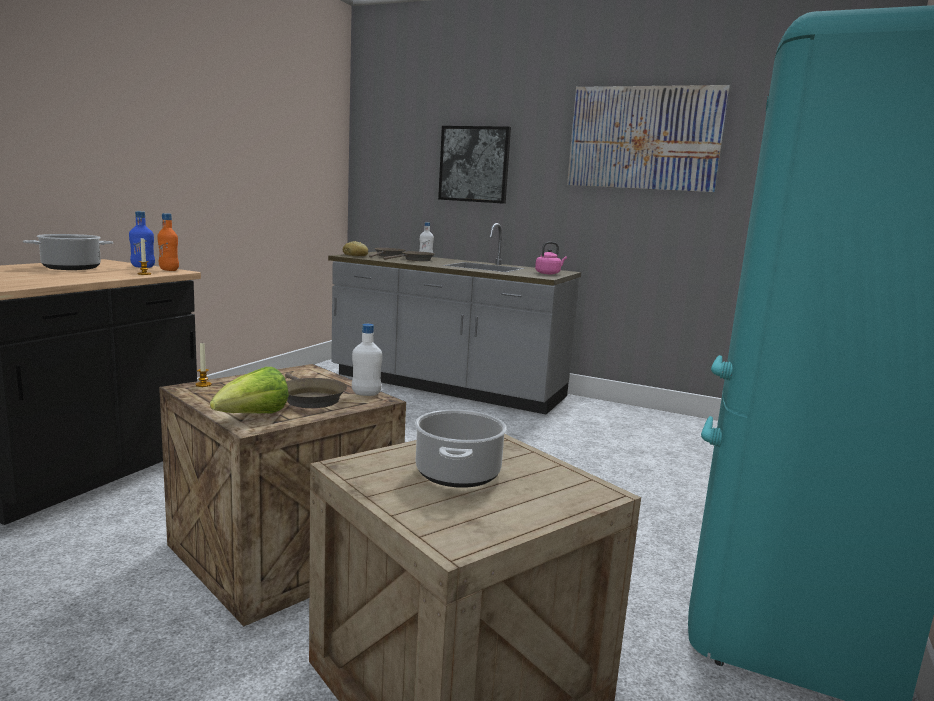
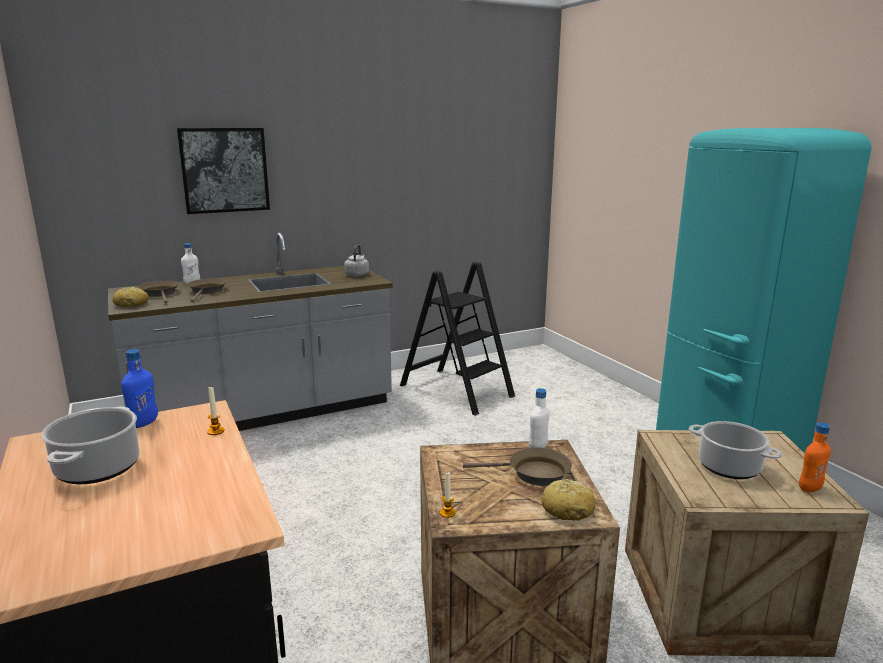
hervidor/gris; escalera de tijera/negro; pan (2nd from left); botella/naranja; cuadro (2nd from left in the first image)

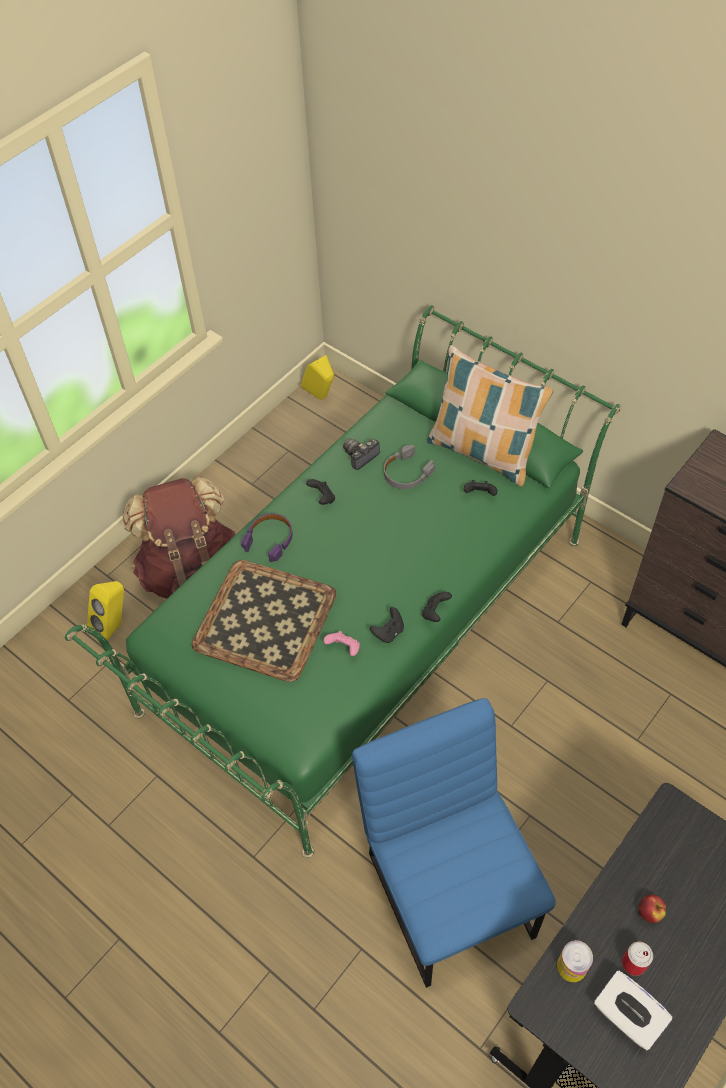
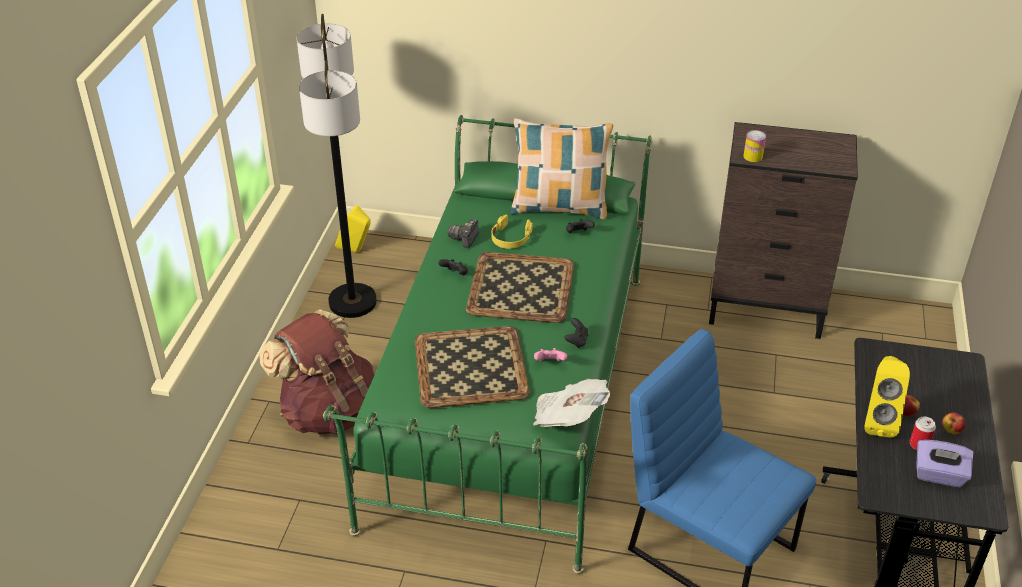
lámpara de pie; bandeja (2nd from left); auriculares/amarillo; periódico; lata (1st from left); altavoz/amarillo (2nd from left); caja de pañuelos/morado; manzana (2nd from left); auriculares/morado; mando de consola/negro (3rd from left in the first image)

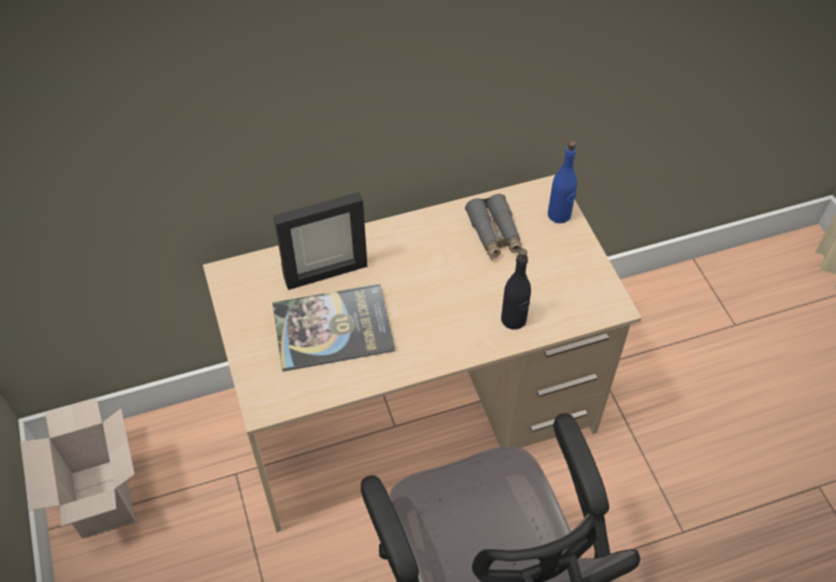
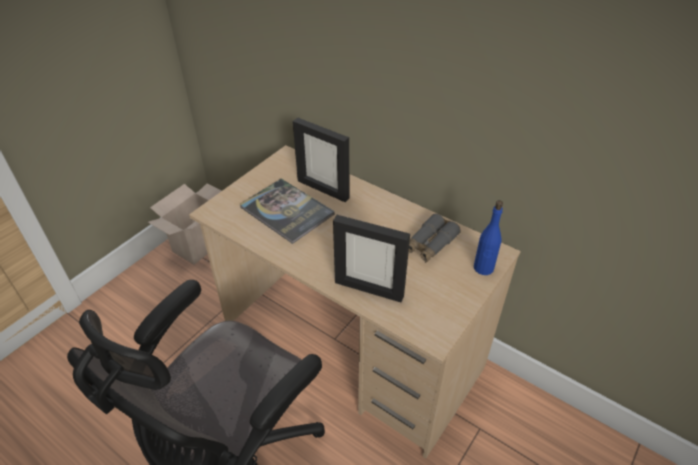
portarretratos (2nd from left)

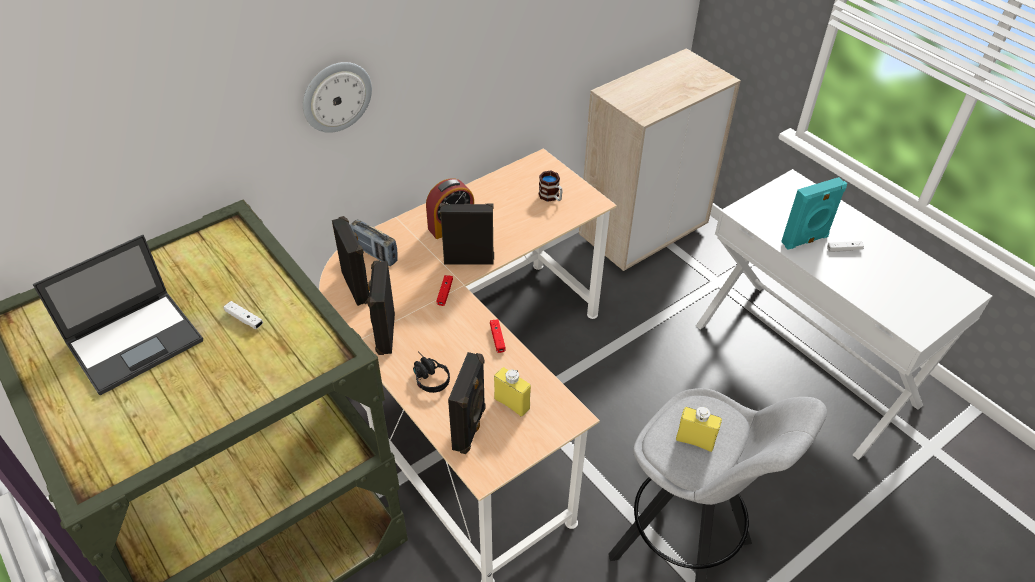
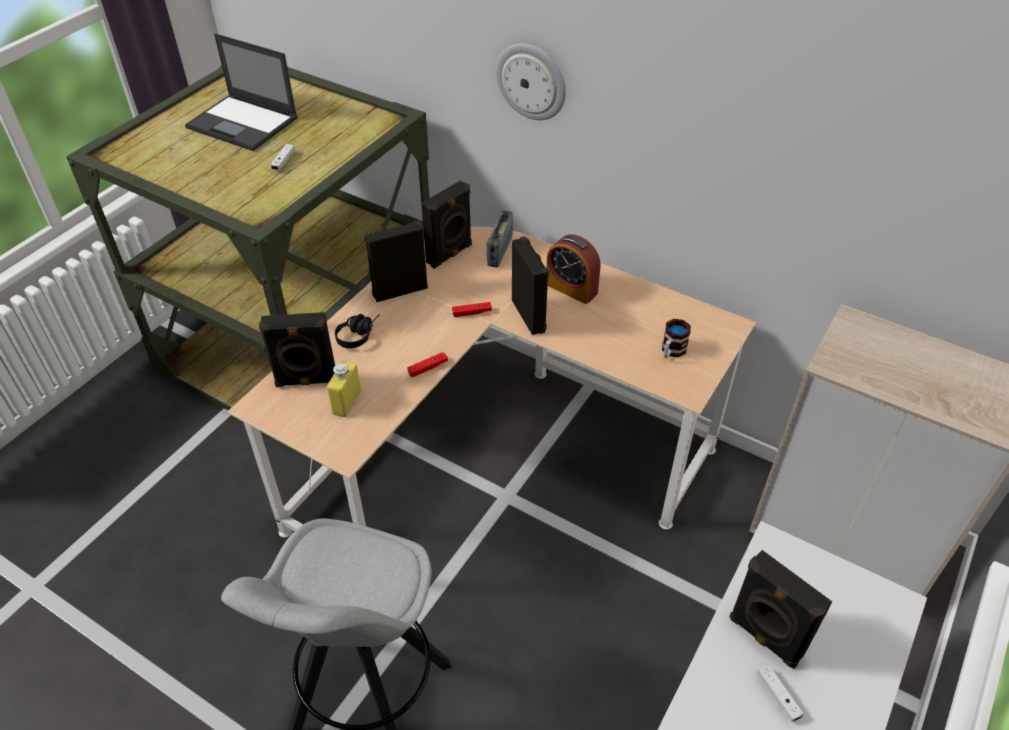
altavoz/negro (5th from left); botella/amarillo (2nd from left in the first image)

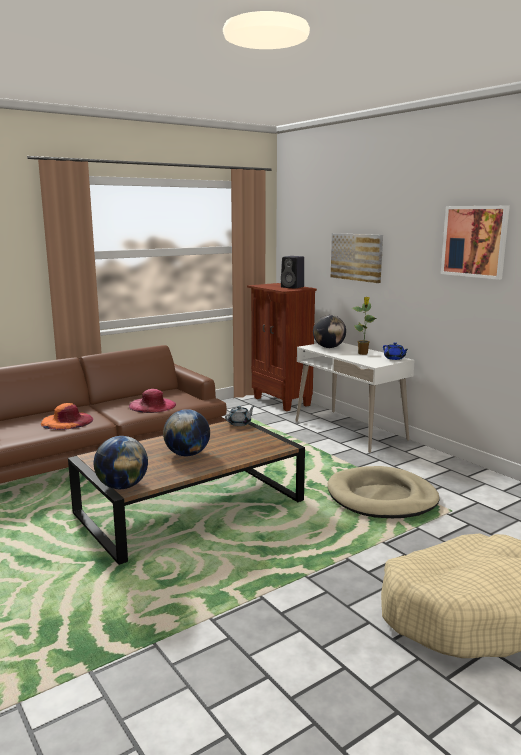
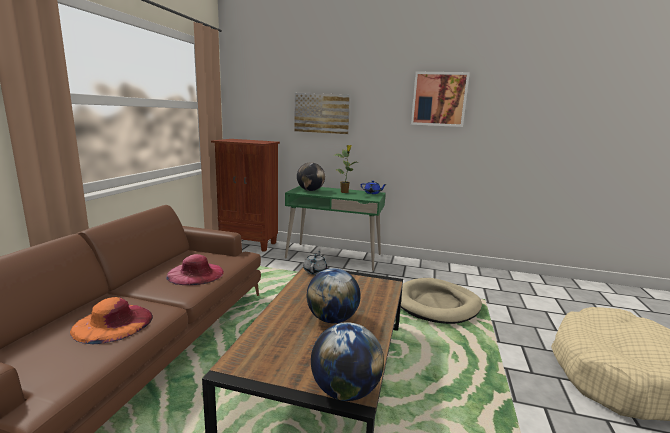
escritorio/verde; altavoz/negro

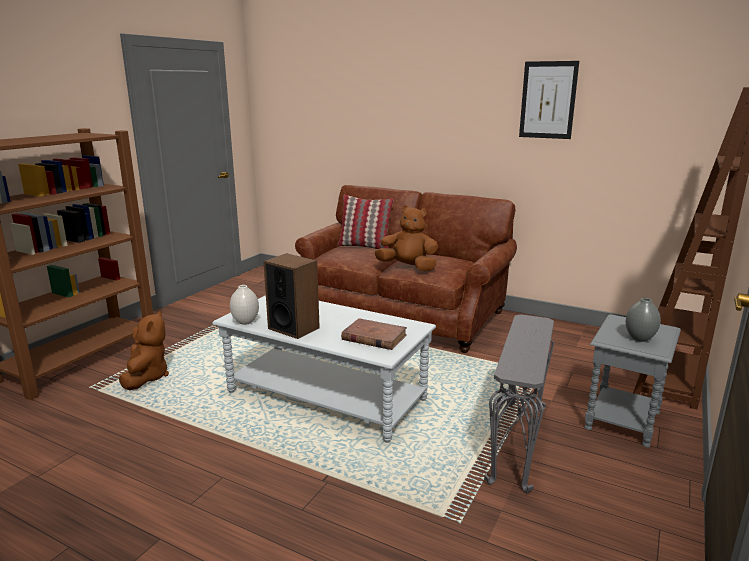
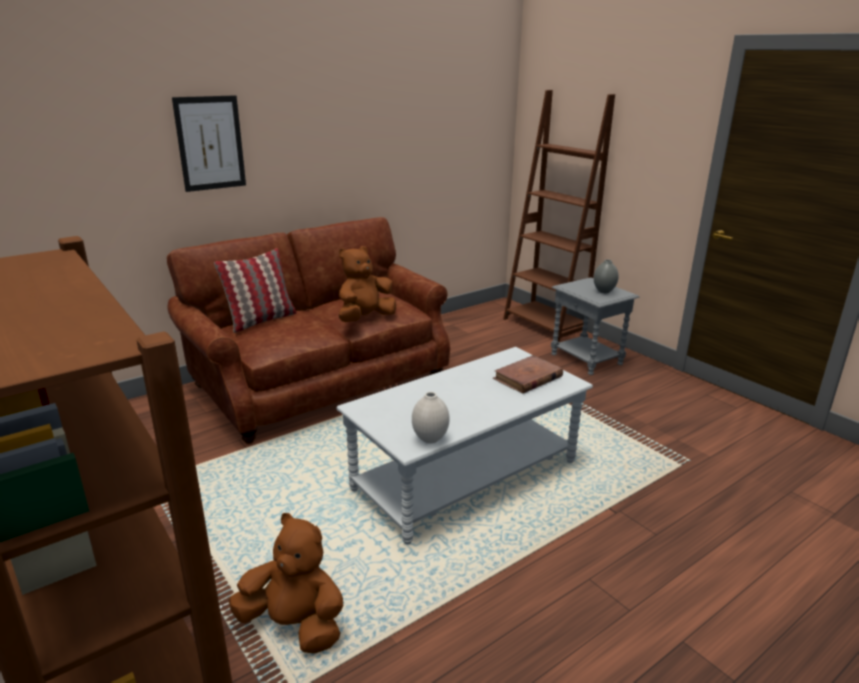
cuadro; altavoz; mesa auxiliar/gris (1st from left in the first image)

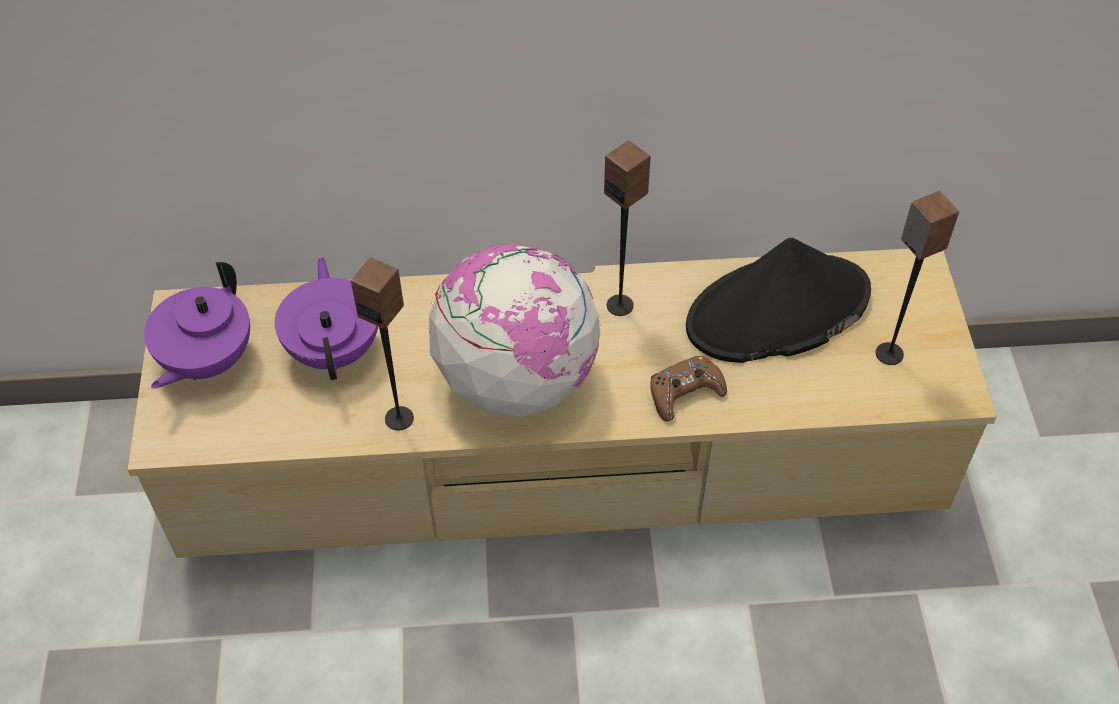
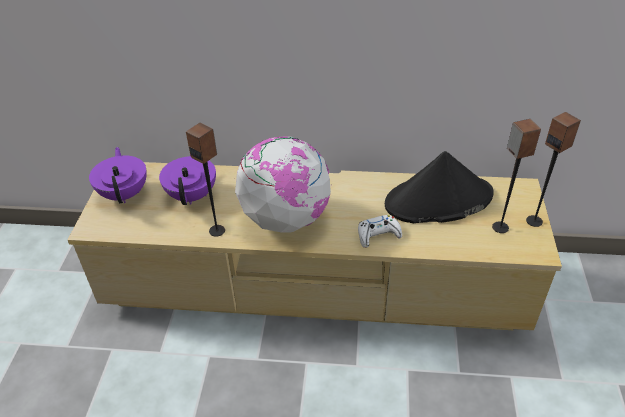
tetera/morado (1st from left); mando de consola/blanco; altavoz (3rd from left)

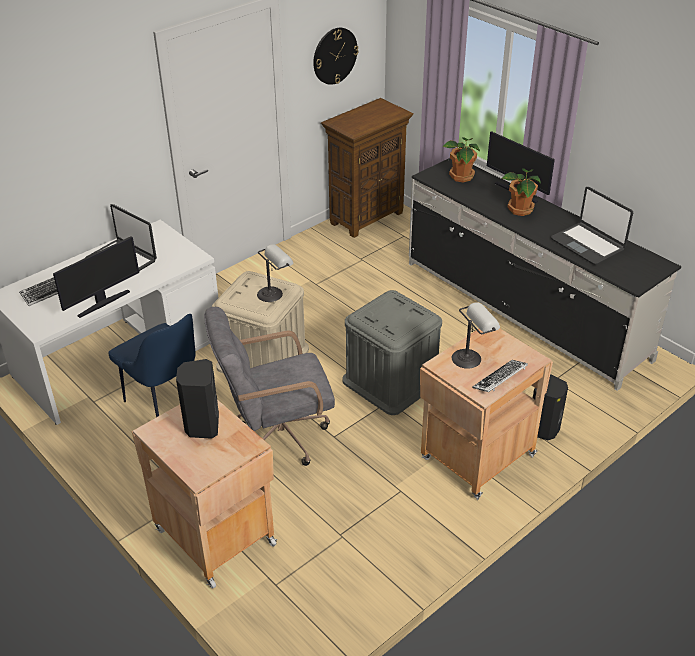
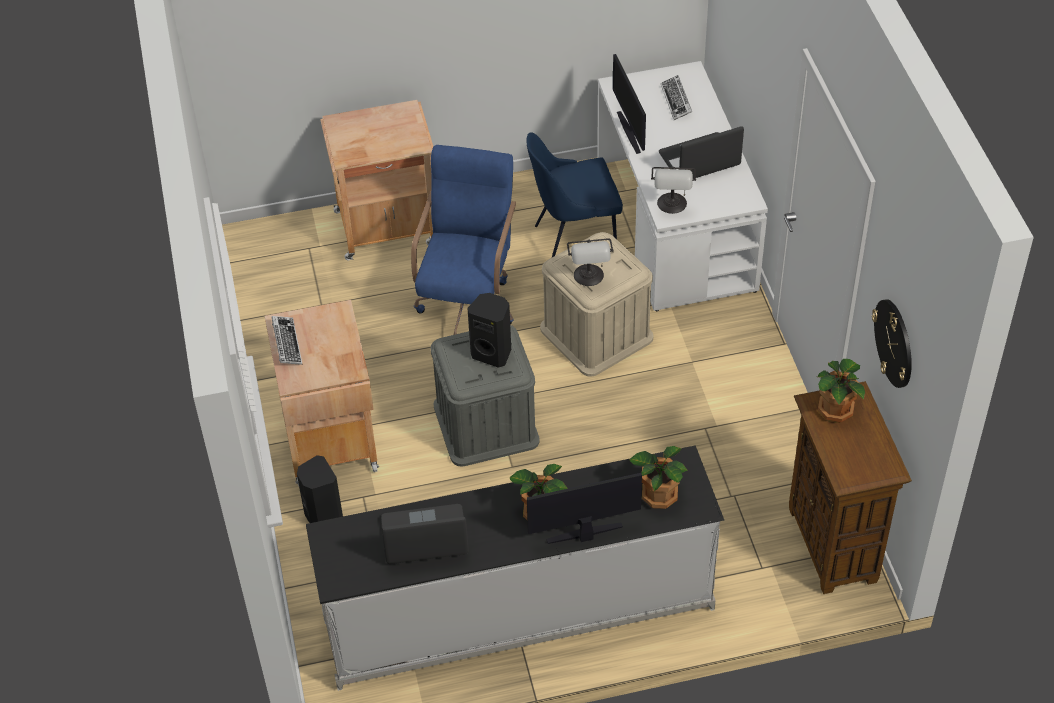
silla de oficina/azul; altavoz/negro (2nd from left); lámpara de mesa (2nd from left); planta en maceta (3rd from left)

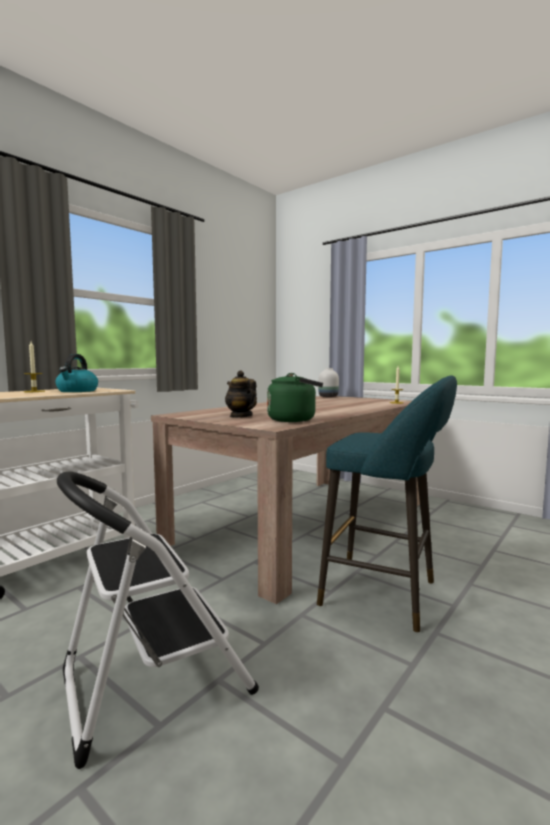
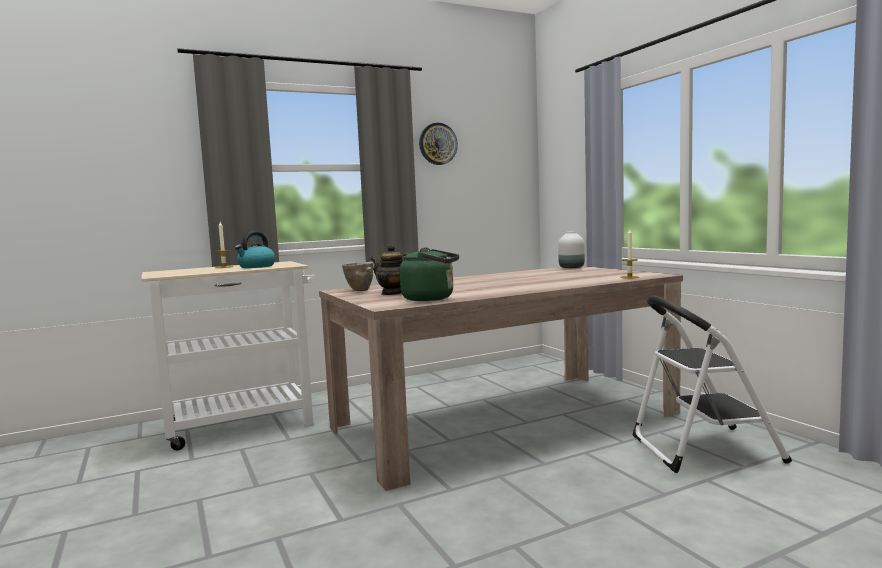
cuenco; tetera; reloj de pared; escalera de tijera; taburete/turquesa

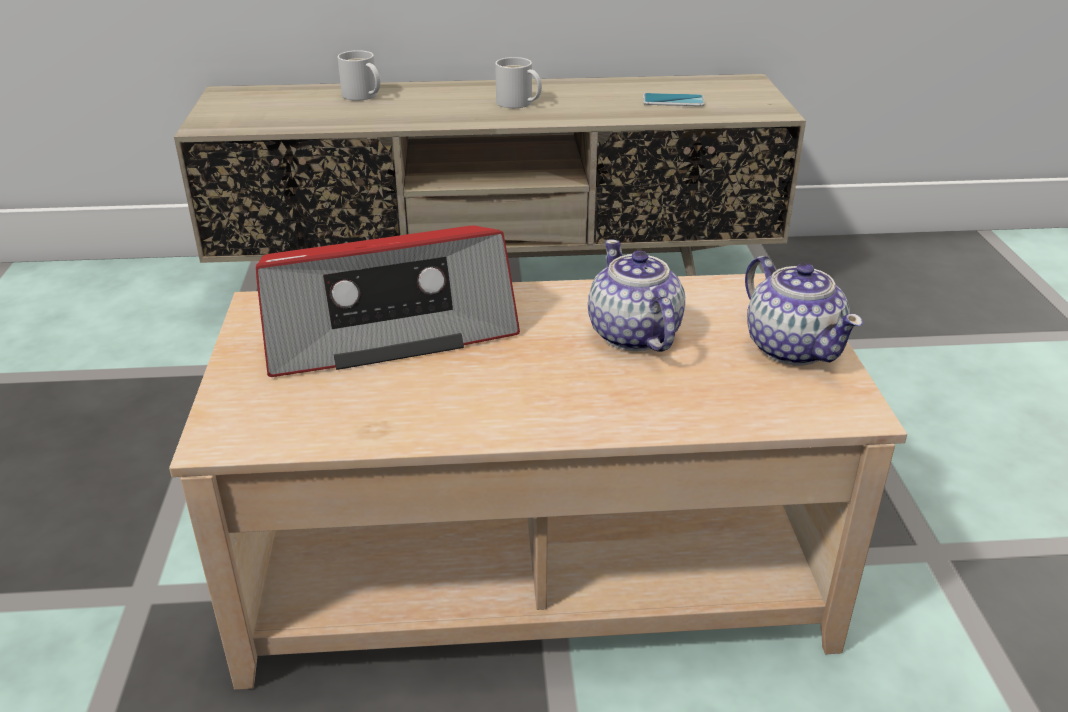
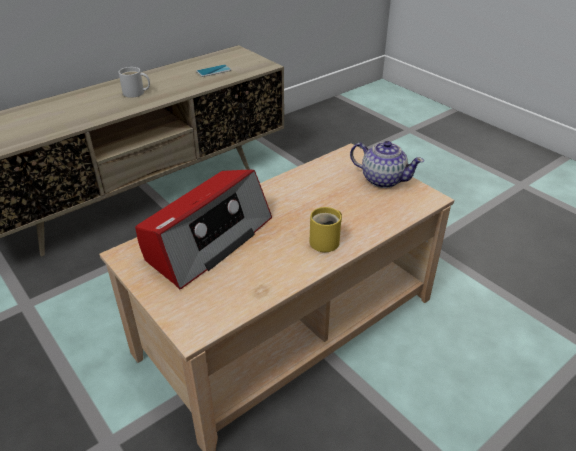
taza grande/amarillo; taza grande/blanco (1st from left in the first image); tetera (1st from left in the first image)

